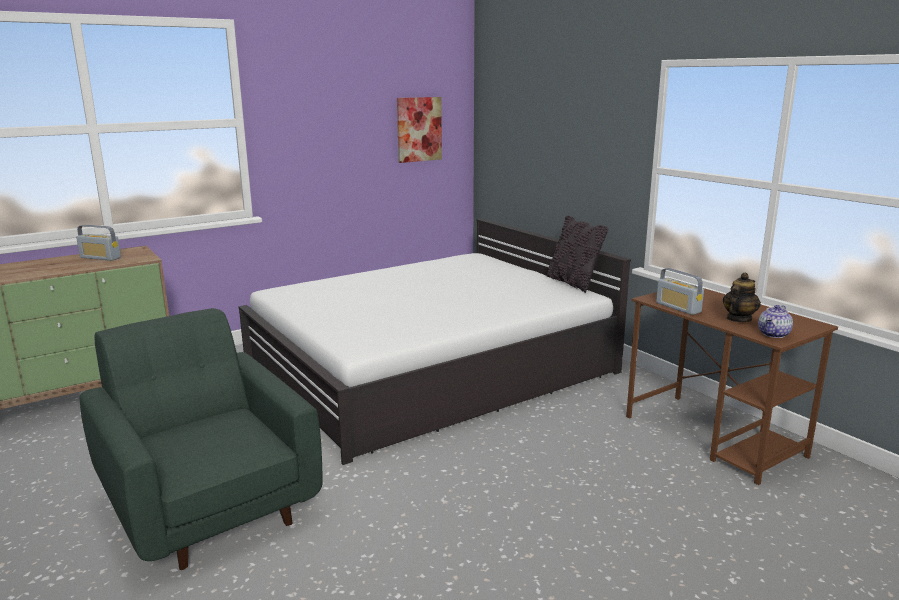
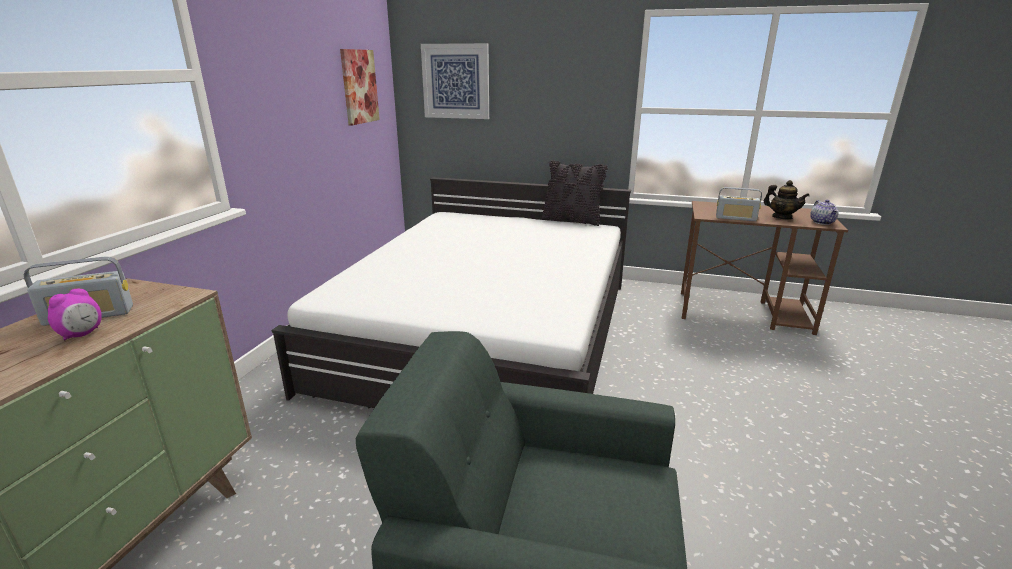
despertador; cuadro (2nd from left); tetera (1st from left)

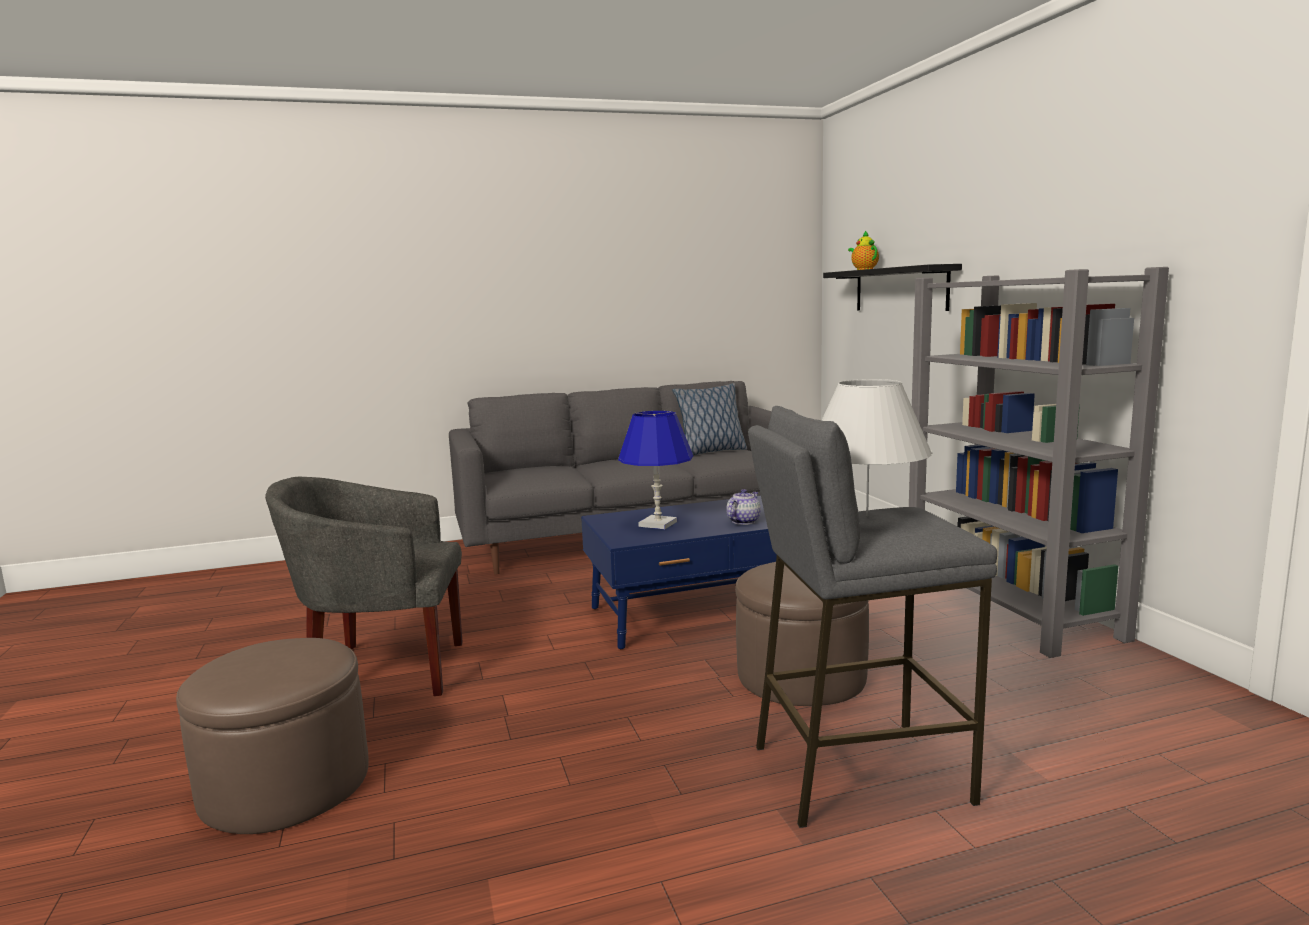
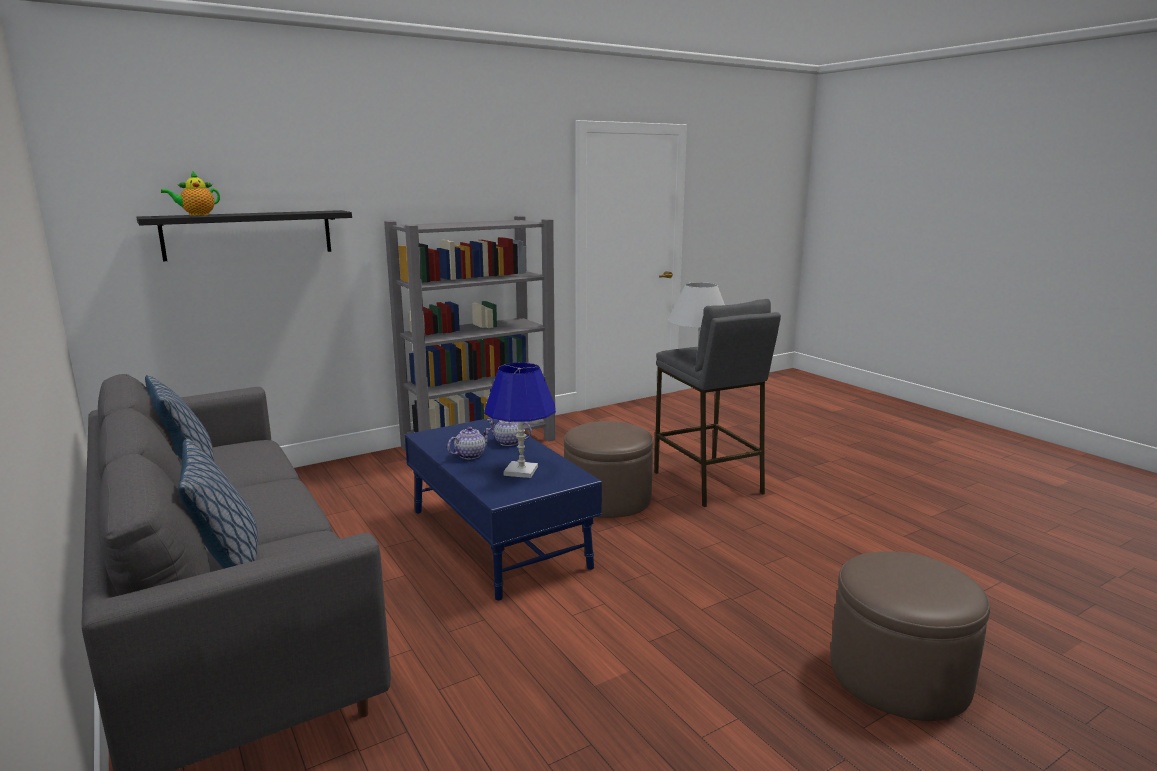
cojín (2nd from left); tetera (2nd from left); sillón/gris

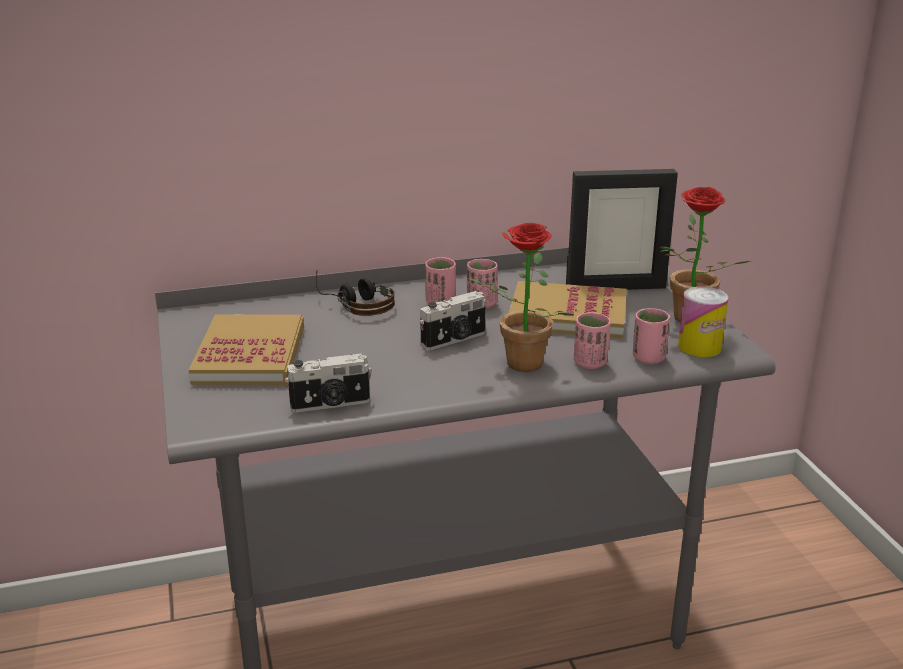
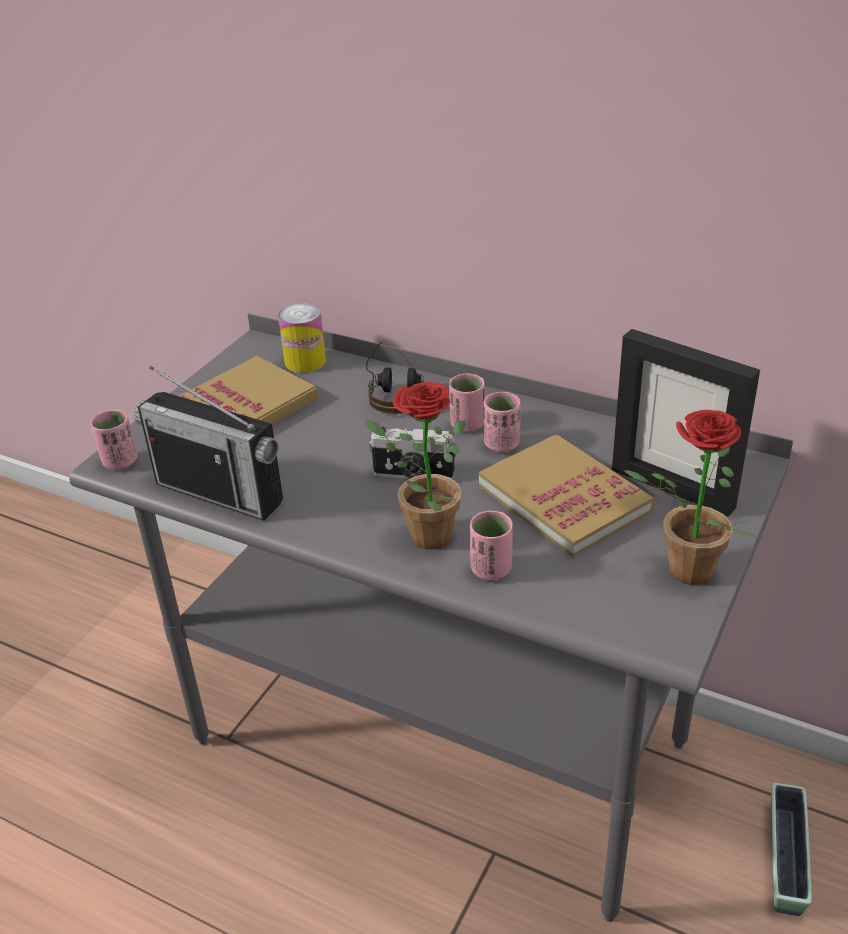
taza/rosa (1st from left); radio; lata; maceta

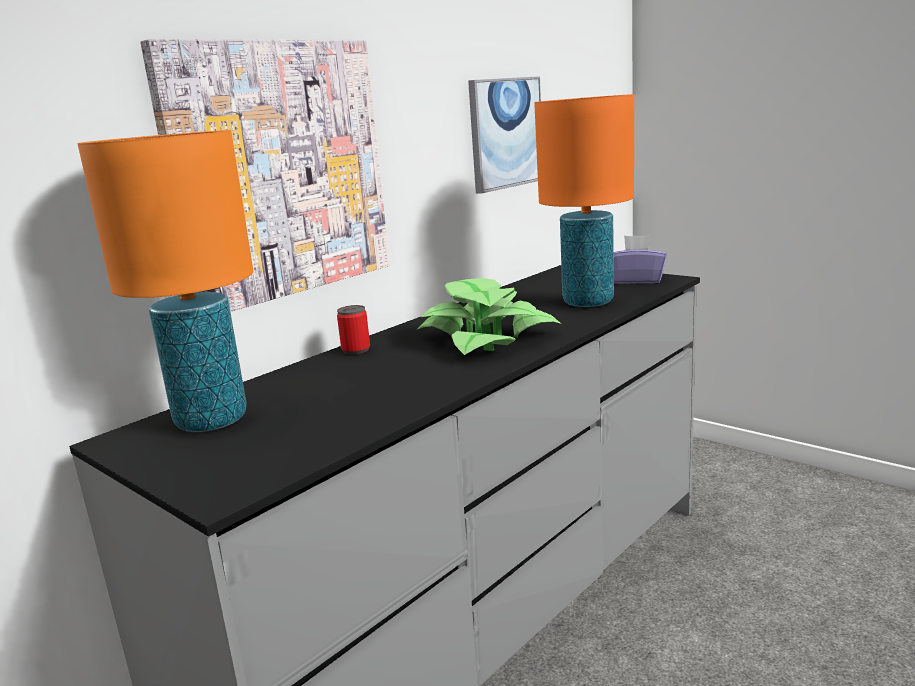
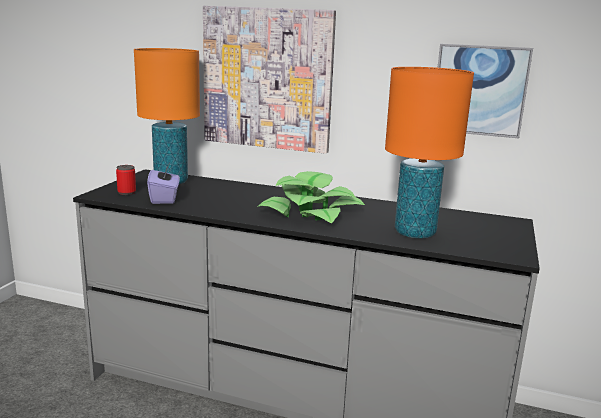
lata; caja de pañuelos/morado

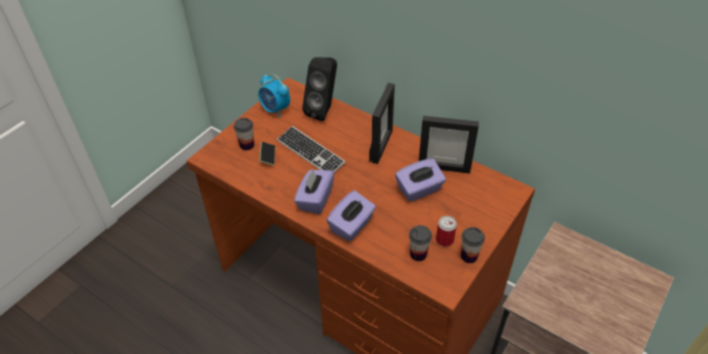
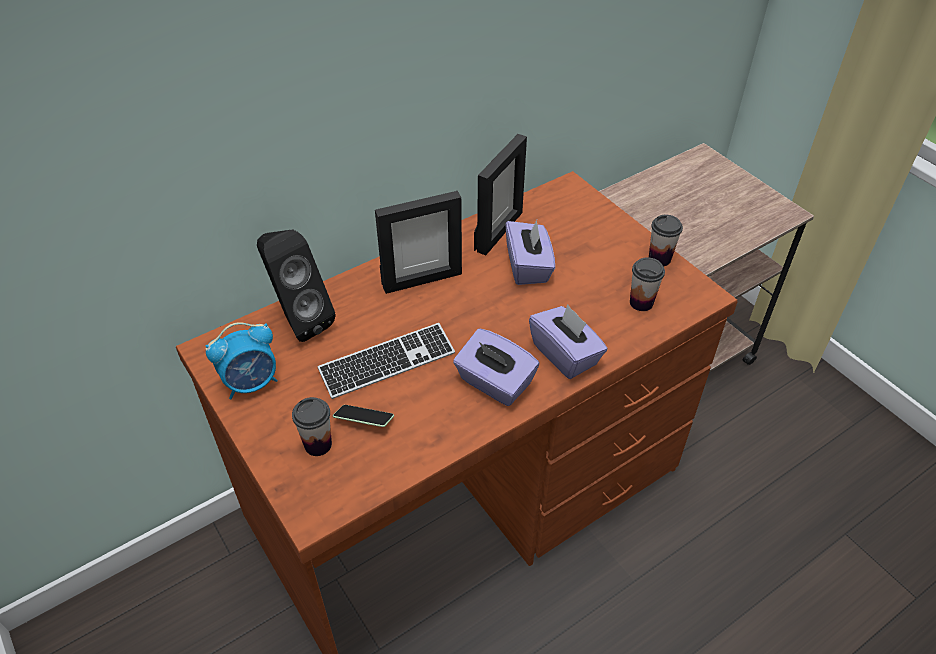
portarretratos (1st from left); lata

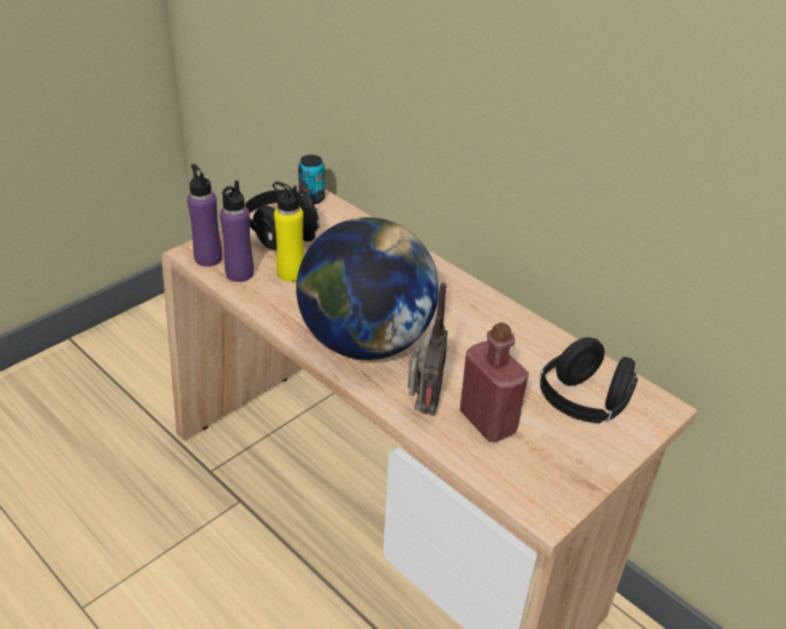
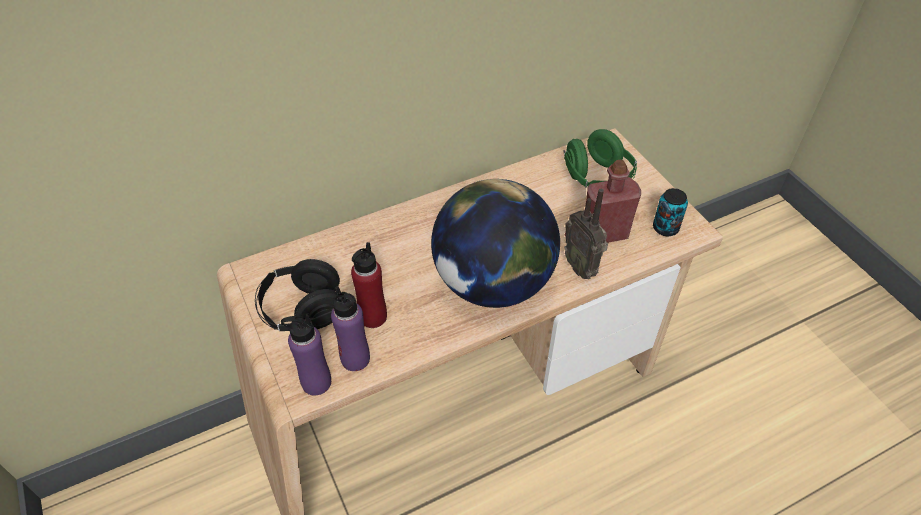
botella/rojo (1st from left); auriculares/verde; radio; lata

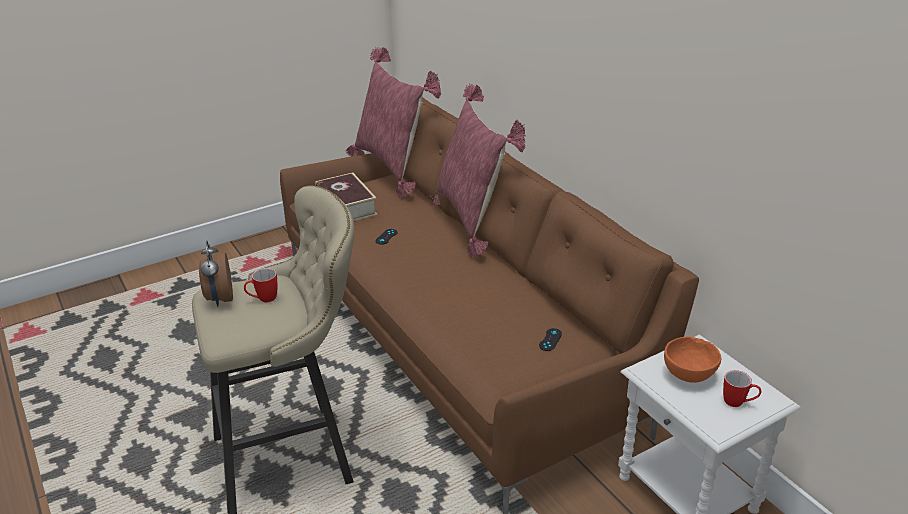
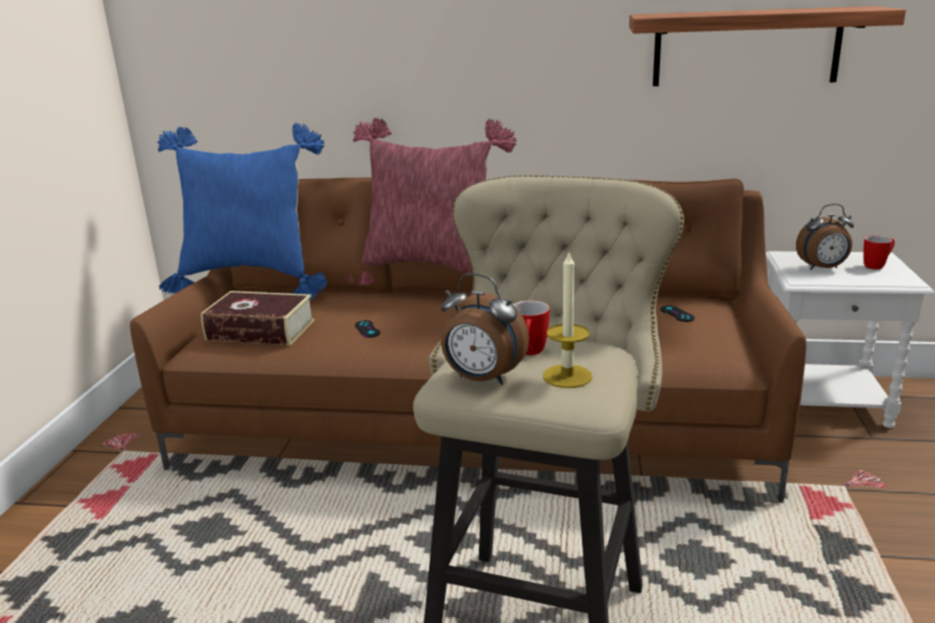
cojín/azul; vela; estante; despertador (2nd from left)

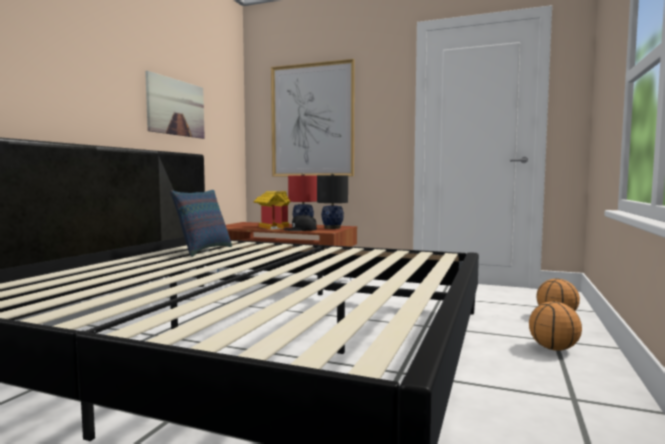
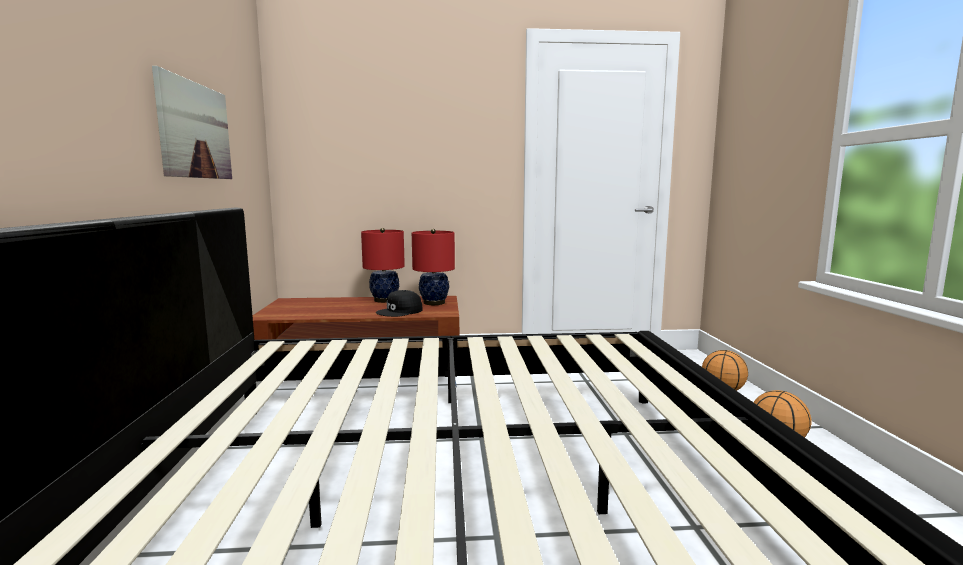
lámpara de mesa/rojo (2nd from left); cojín/azul; casita; cuadro (2nd from left in the first image)

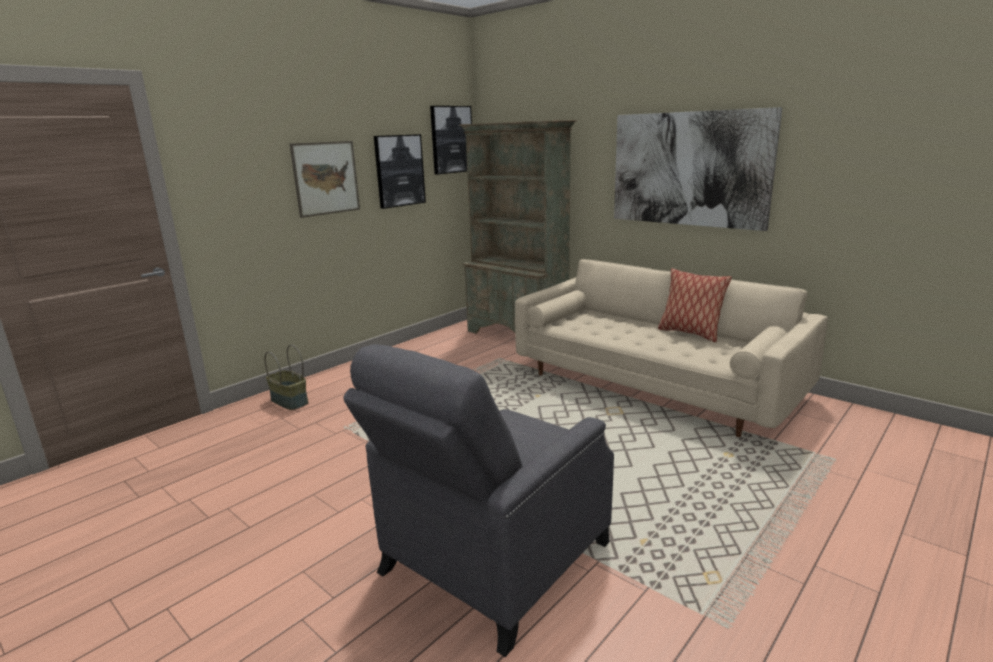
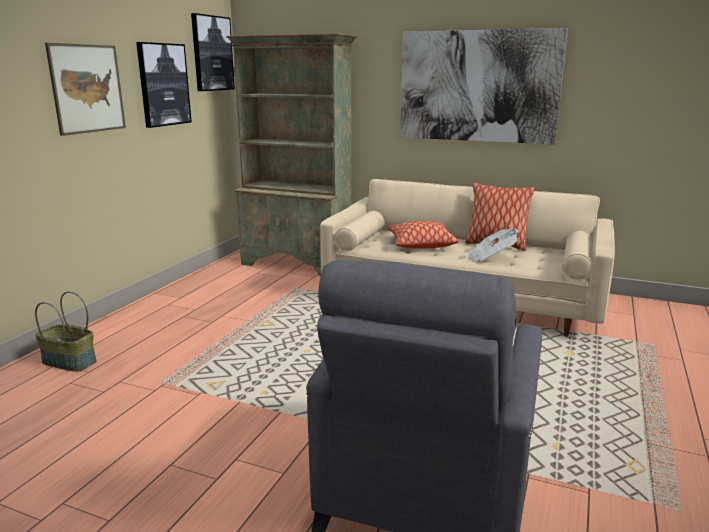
cojín (1st from left); periódico

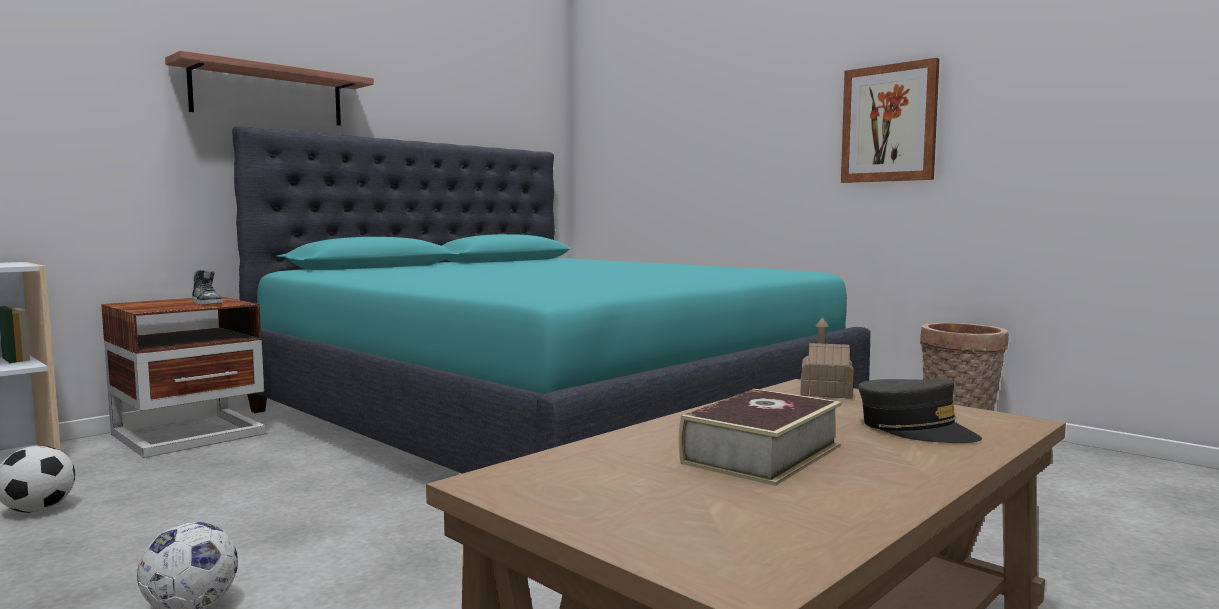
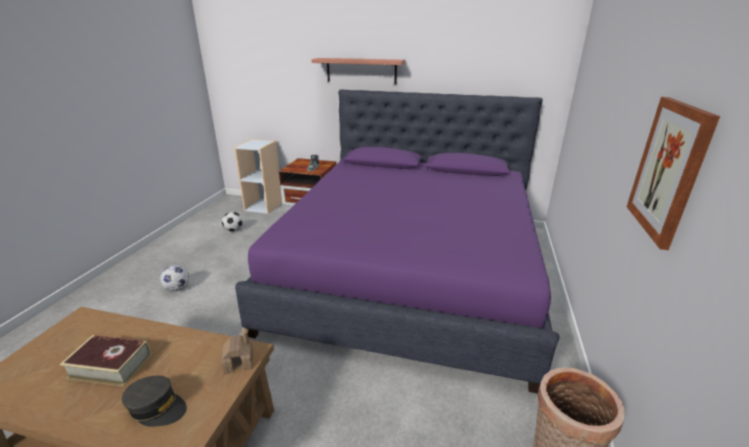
gorra/gris; cama/morado

